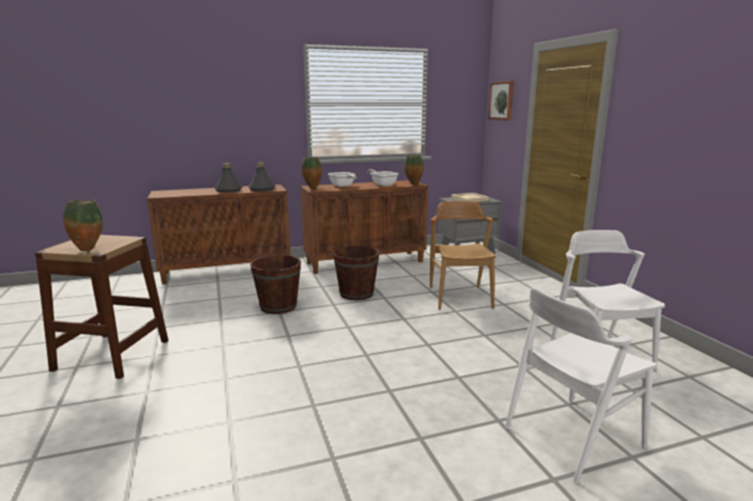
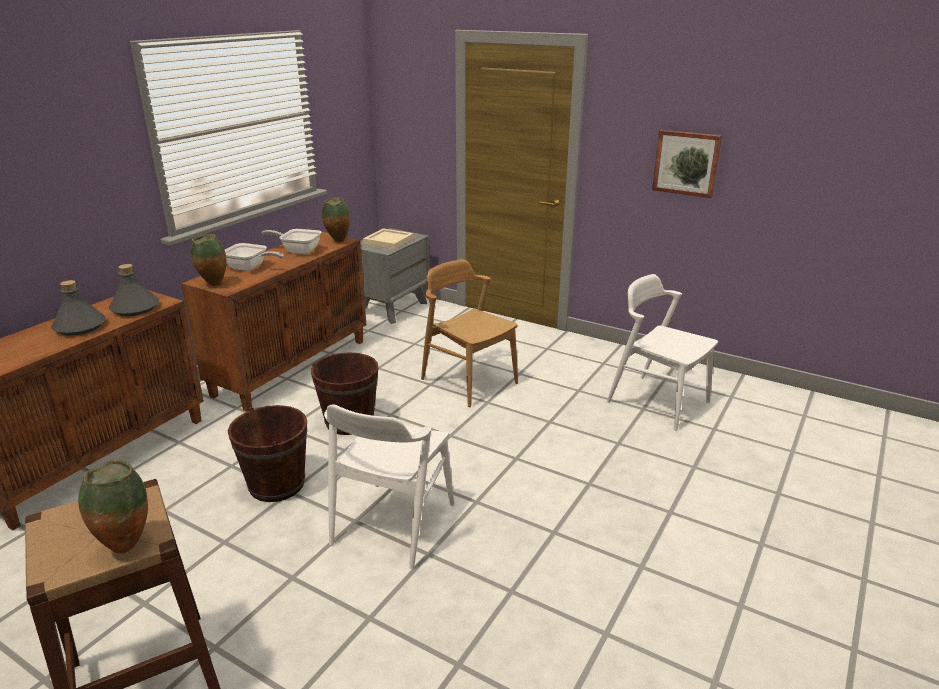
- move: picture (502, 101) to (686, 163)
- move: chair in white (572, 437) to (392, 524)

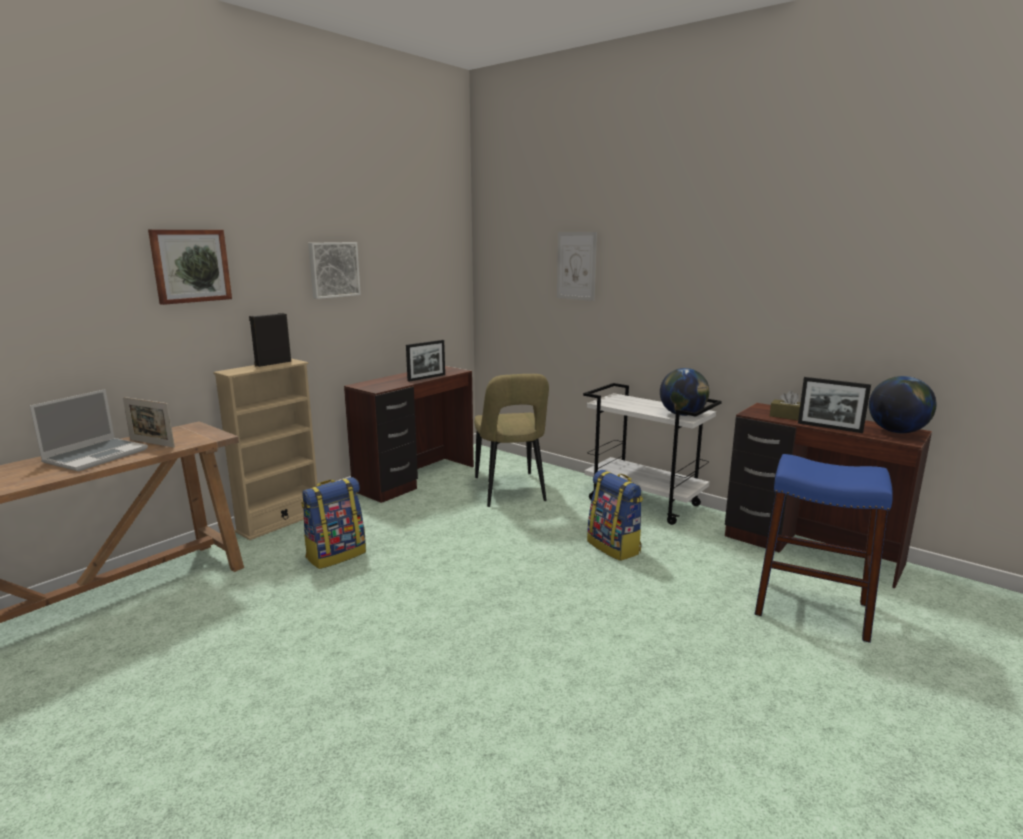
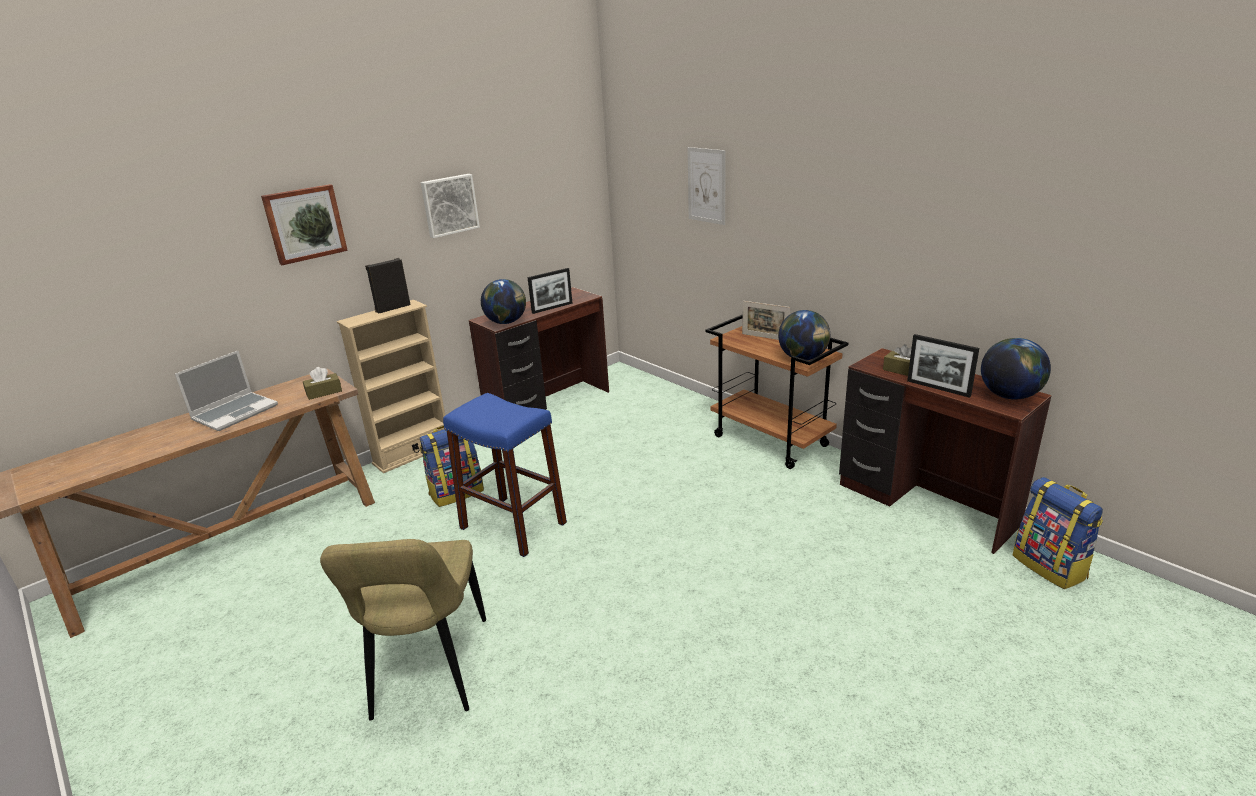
- move: chair in beige (510, 491) to (429, 672)
- recolor: cart in white (645, 503) to cart in brown (771, 441)
- move: picture frame (152, 443) to (765, 337)
- move: stool in blue (811, 608) to (513, 525)
- move: backpack (614, 547) to (1050, 567)
- insert: globe (506, 322)
- insert: tissue box in brown (324, 392)

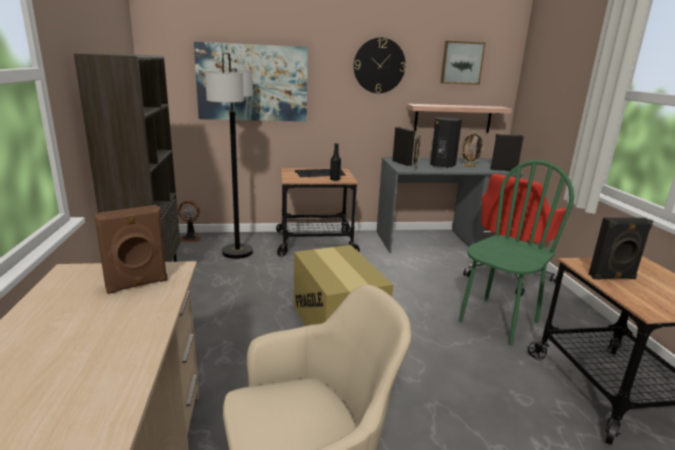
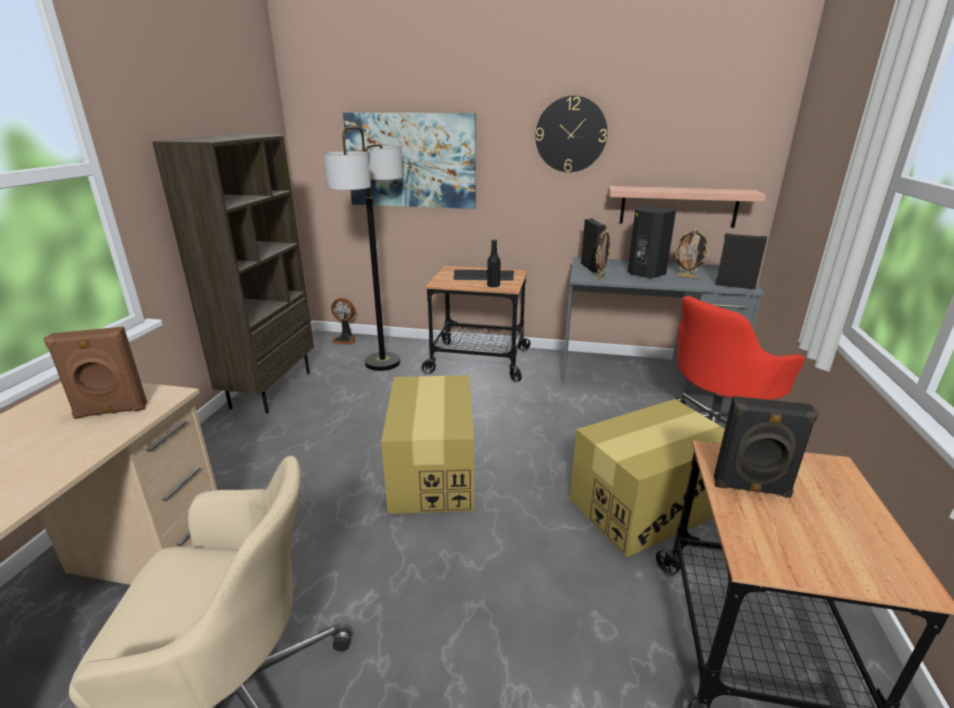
- delete: picture (461, 63)
- replace: chair in green (498, 321) to cardboard box (647, 505)

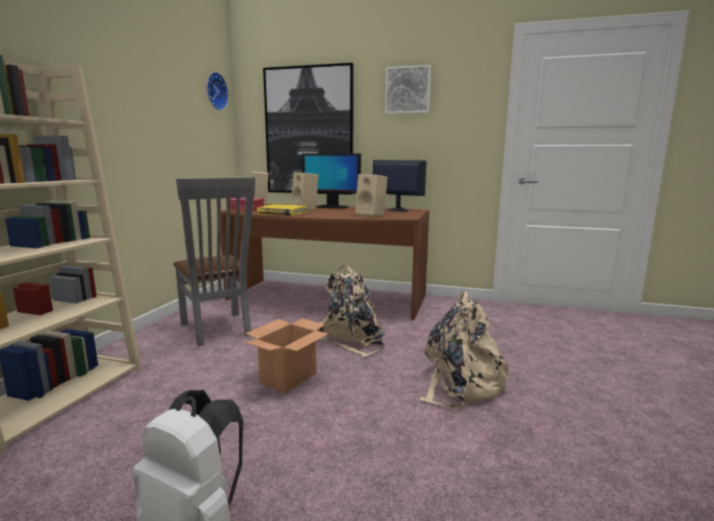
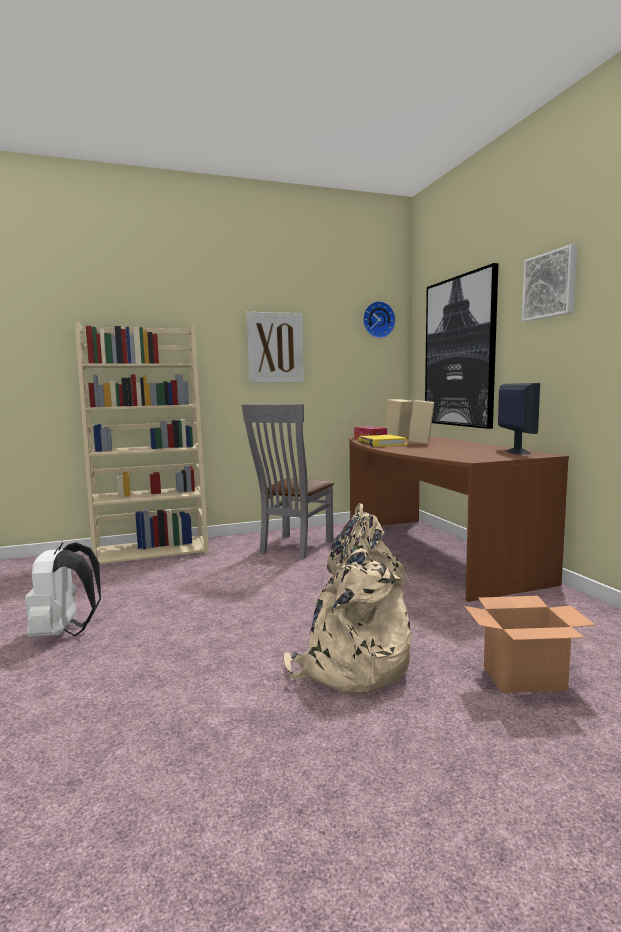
- delete: monitor (332, 207)
- delete: speaker in beige (372, 215)
- move: cardboard box (288, 378) to (524, 678)
- insert: picture (275, 348)

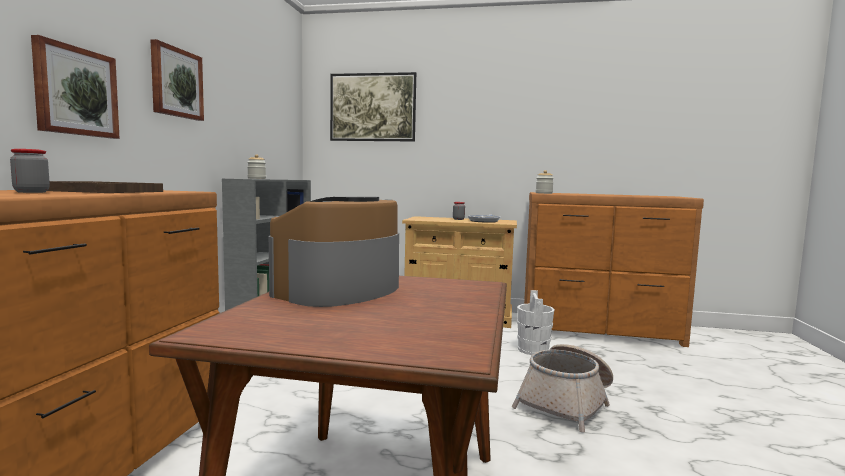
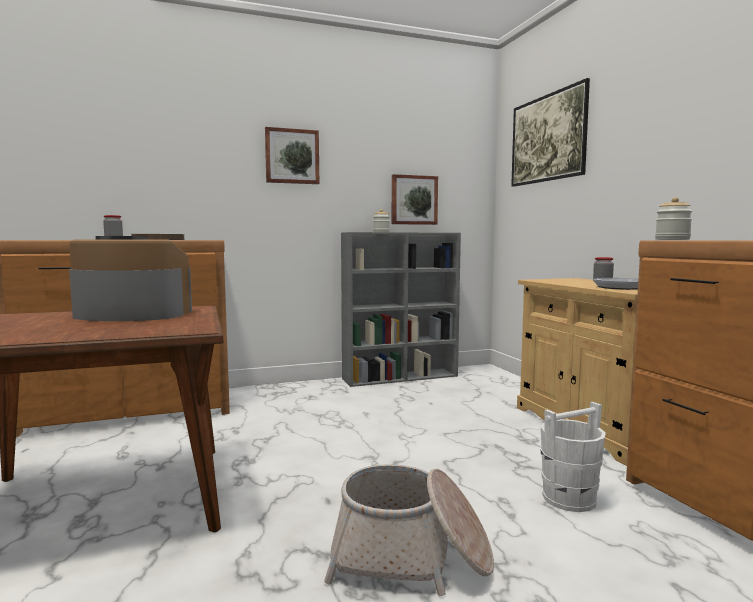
- move: picture (75, 91) to (414, 200)

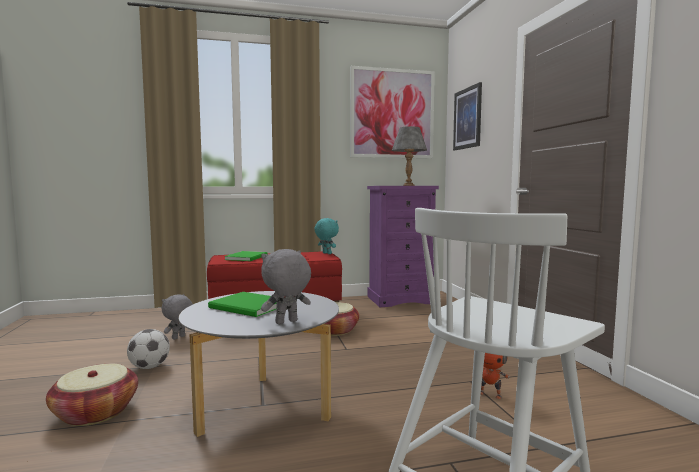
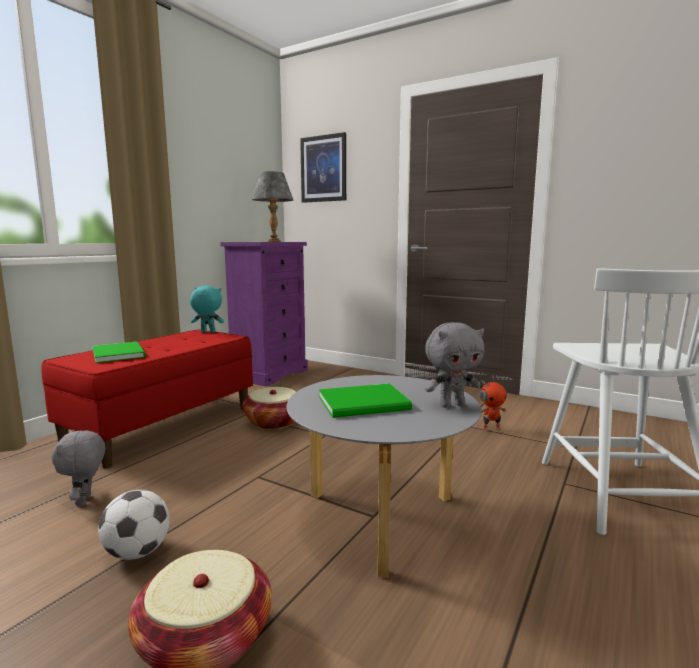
- delete: picture (392, 114)
- rotate: plush toy in grey (286, 322) = (452, 405) 120 degrees counterclockwise

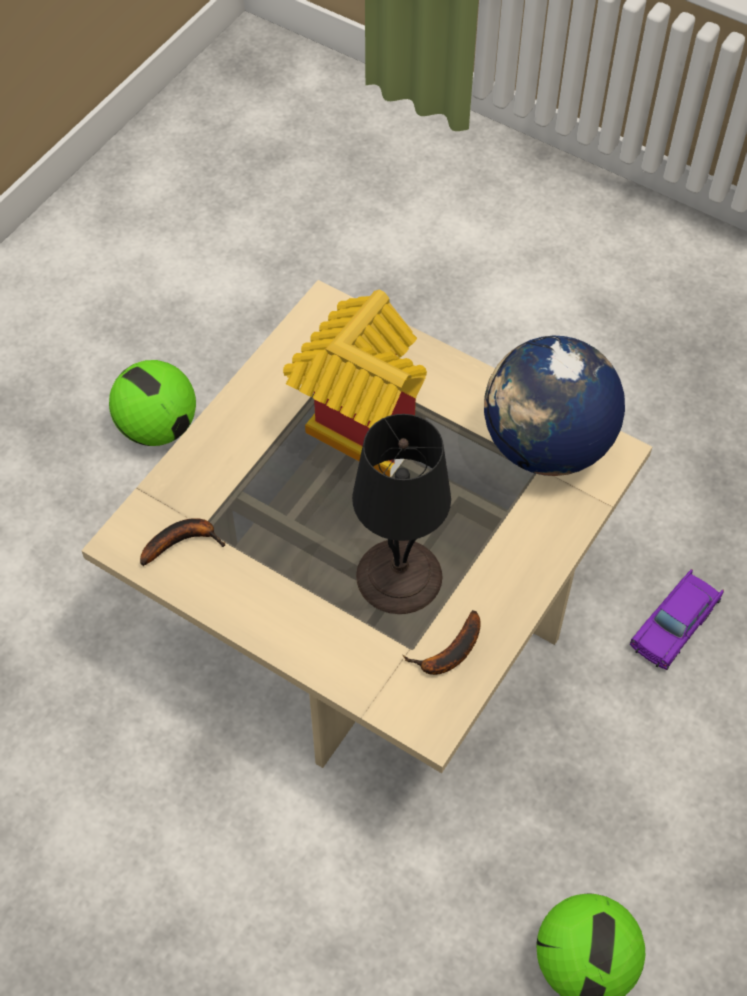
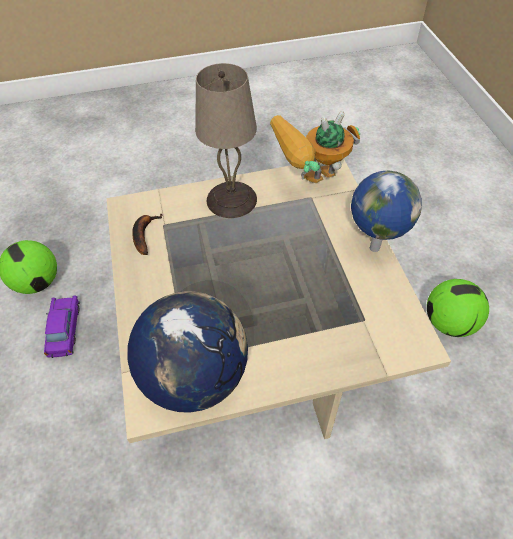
- delete: toy house (357, 420)
- delete: table lamp in black (397, 574)
- replace: banana (182, 541) to toy robot (310, 186)
- move: toy car in purple (675, 625) to (64, 330)
- insert: table lamp in beige (231, 199)
- insert: globe (373, 247)

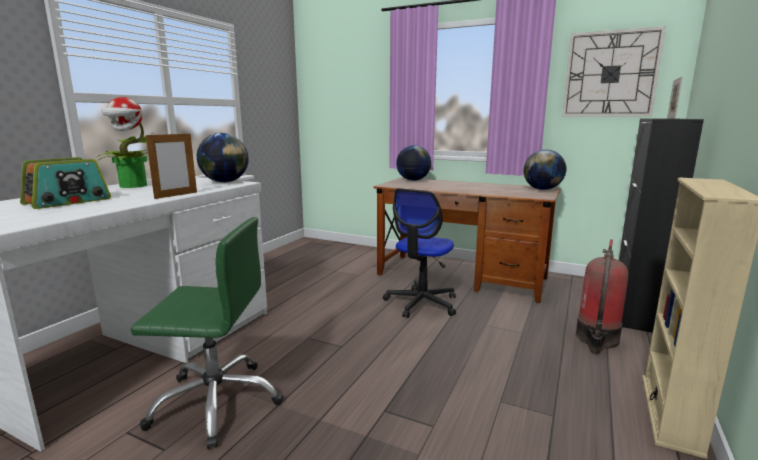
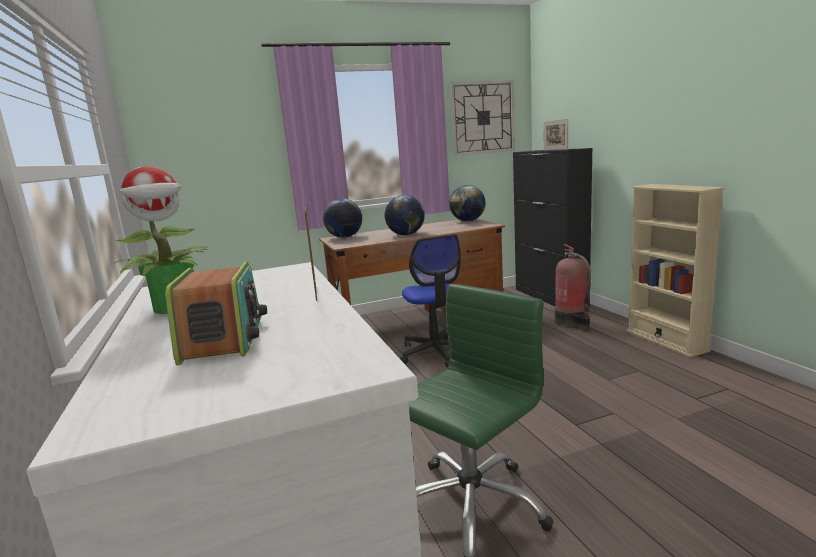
- move: globe (225, 182) to (406, 235)

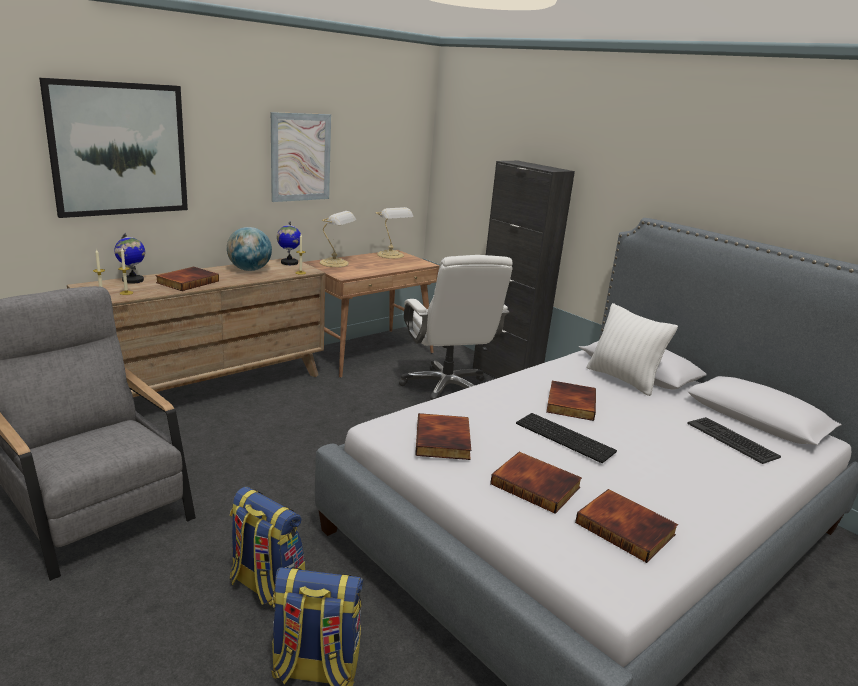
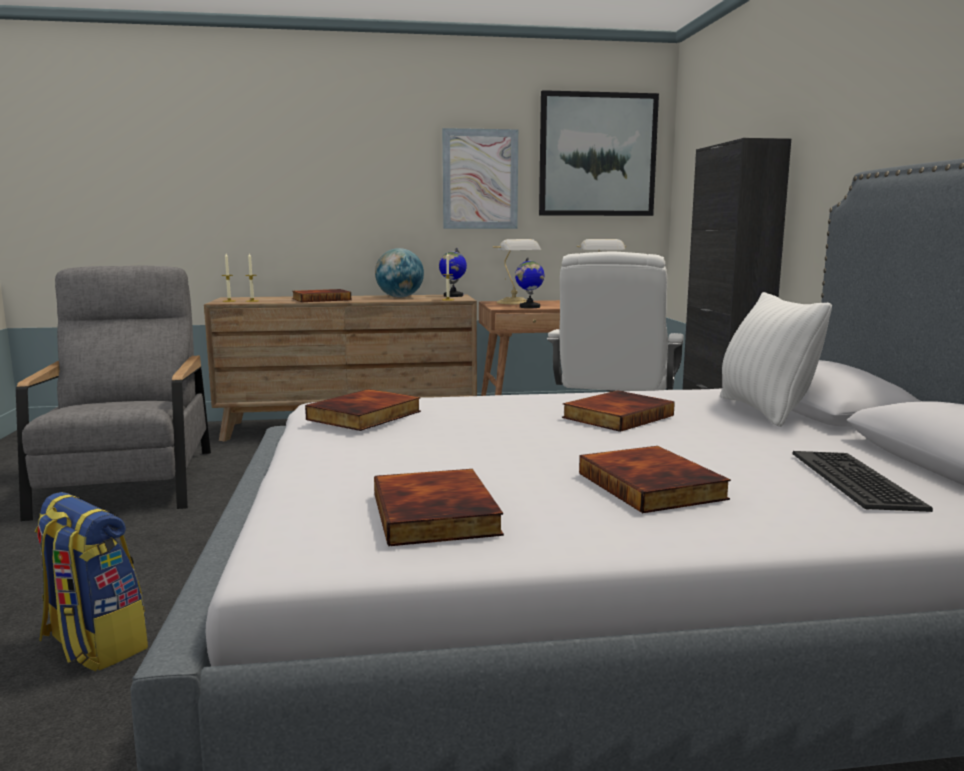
- move: picture (119, 149) to (597, 155)
- move: globe (133, 280) to (529, 307)
- delete: keyboard (566, 437)
- move: book (536, 485) to (653, 485)
- delete: backpack (265, 586)

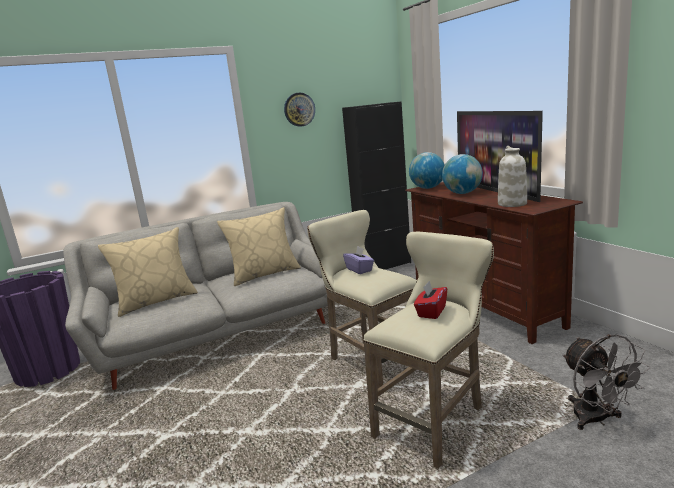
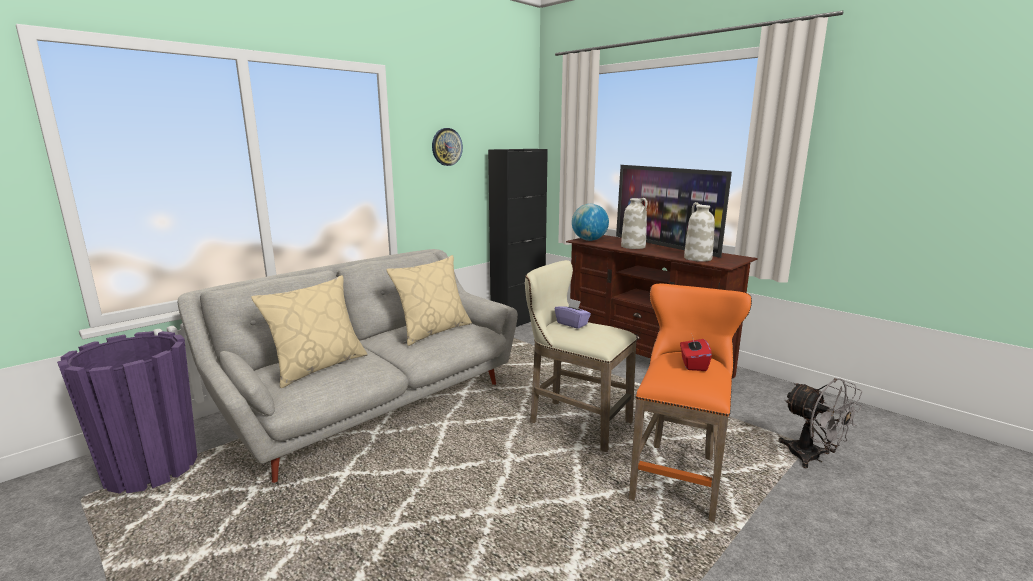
- replace: globe (462, 193) to vase in white (633, 246)
- recolor: stool in beige (435, 420) to stool in orange (678, 475)

